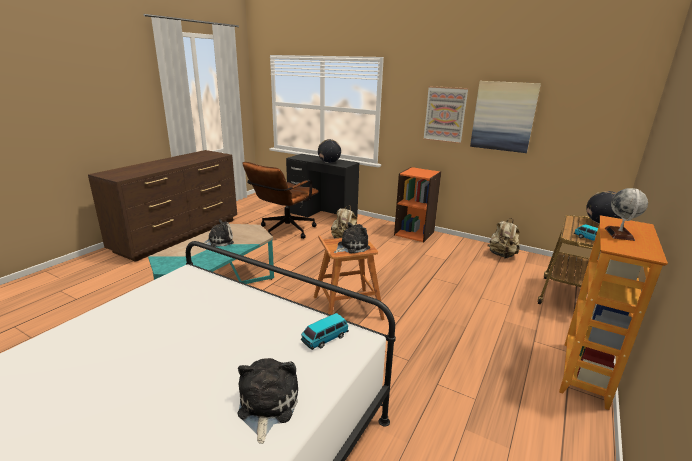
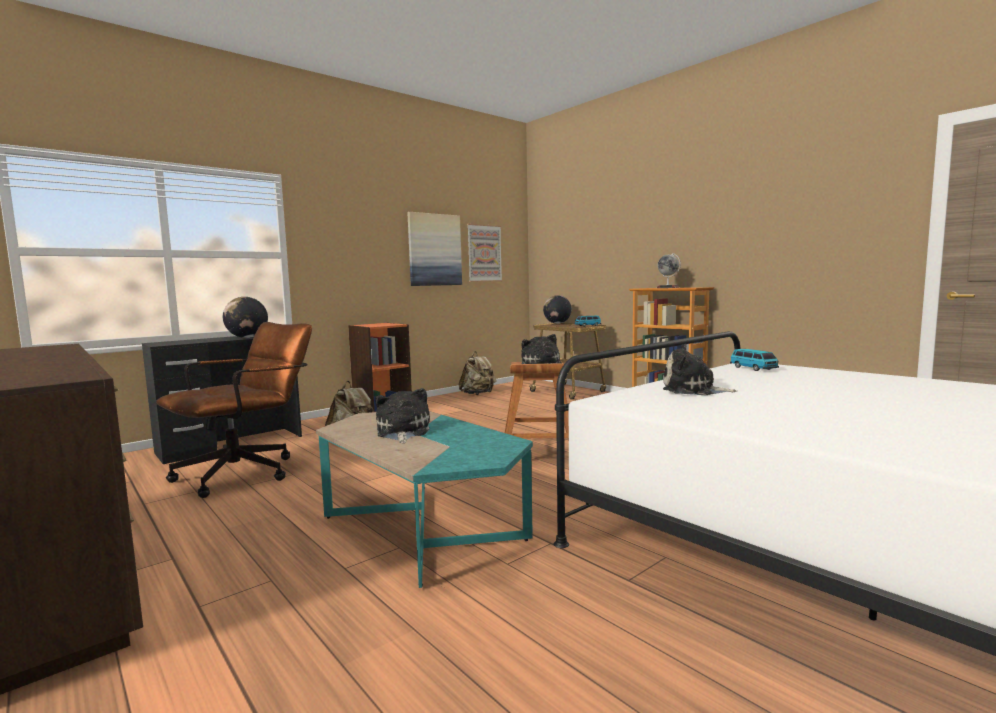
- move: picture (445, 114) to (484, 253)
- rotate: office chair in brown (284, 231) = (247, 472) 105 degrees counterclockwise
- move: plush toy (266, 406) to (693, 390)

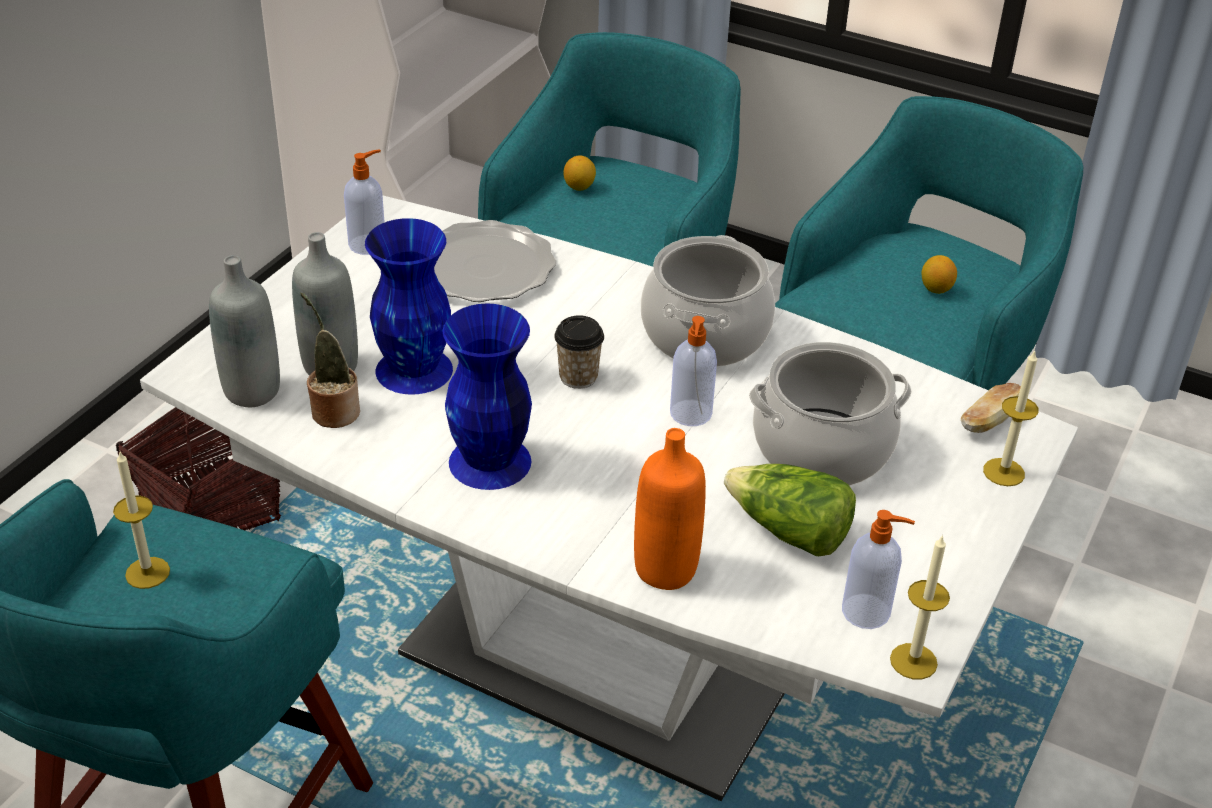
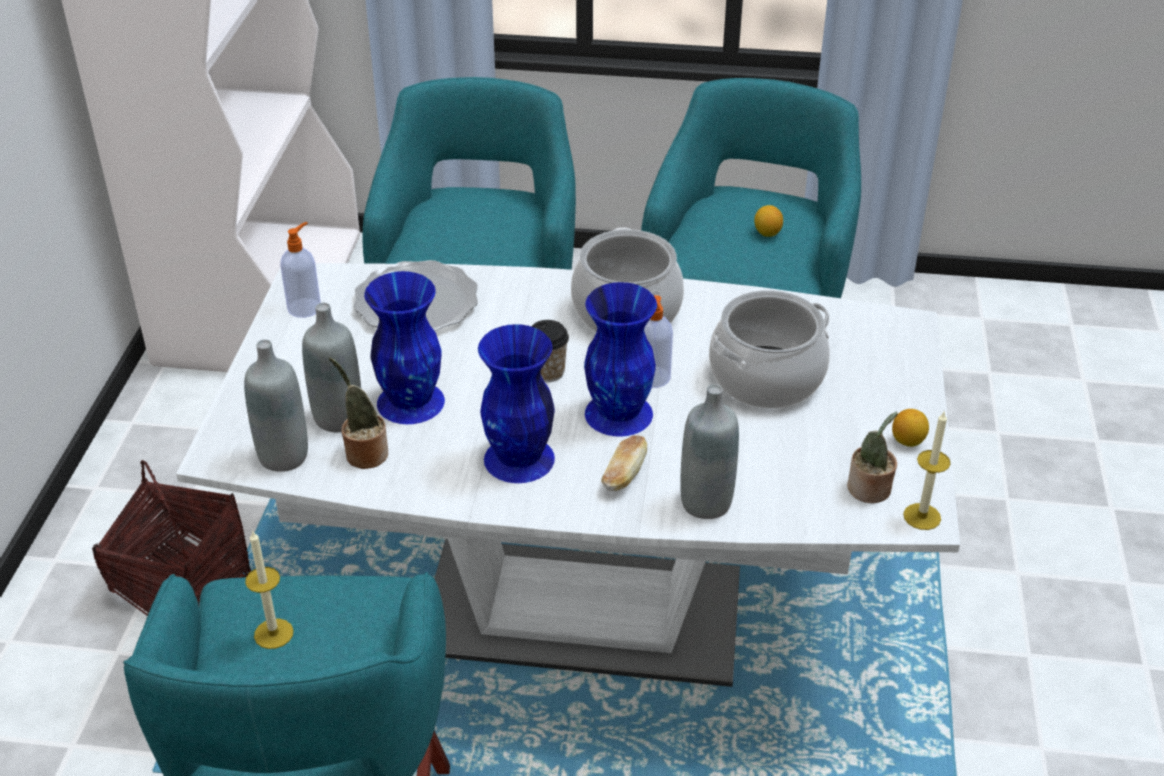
- move: lemon (579, 187) to (908, 441)
- delete: candle (1003, 472)
- move: bread (988, 421) to (624, 475)
- recolor: bottle in orange (665, 569) to bottle in grey (706, 503)
- delete: lettuce (789, 532)
- replace: soap dispenser (867, 612) to potted plant (870, 490)
- insert: vase in blue (619, 413)

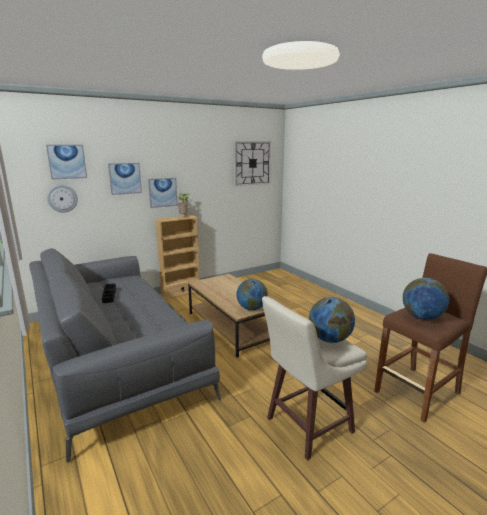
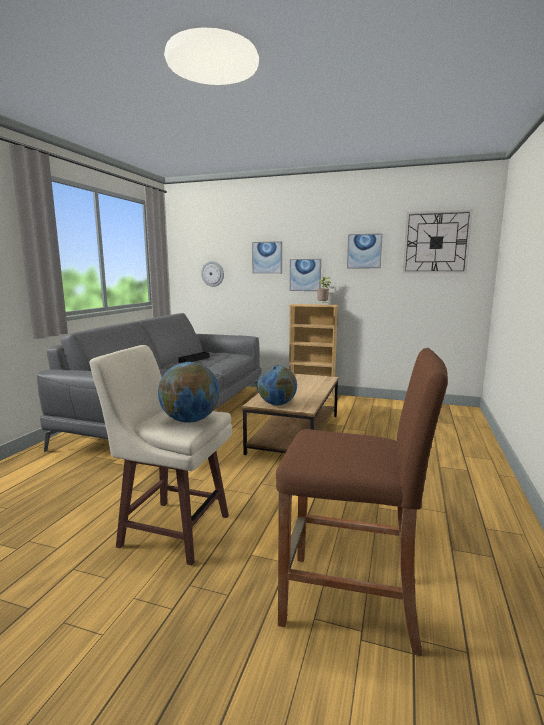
- move: picture (67, 161) to (364, 251)
- delete: globe (422, 317)

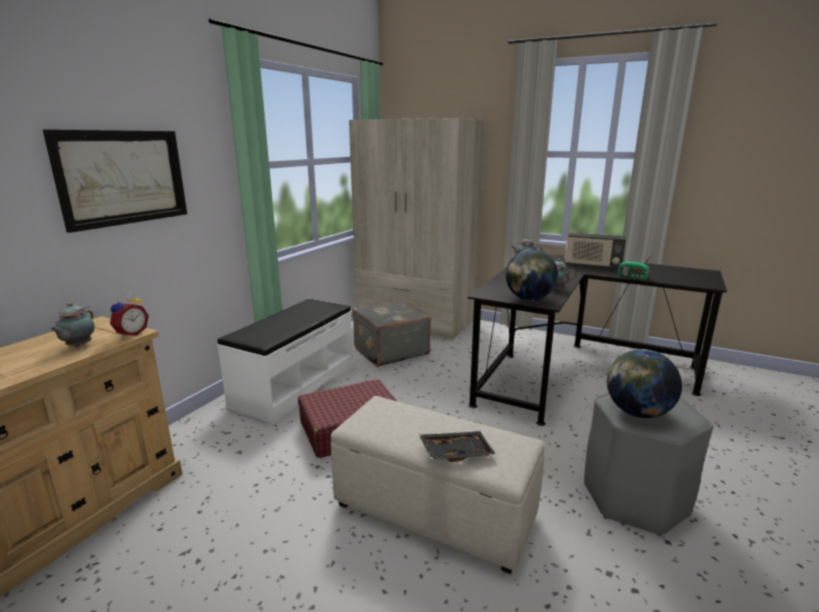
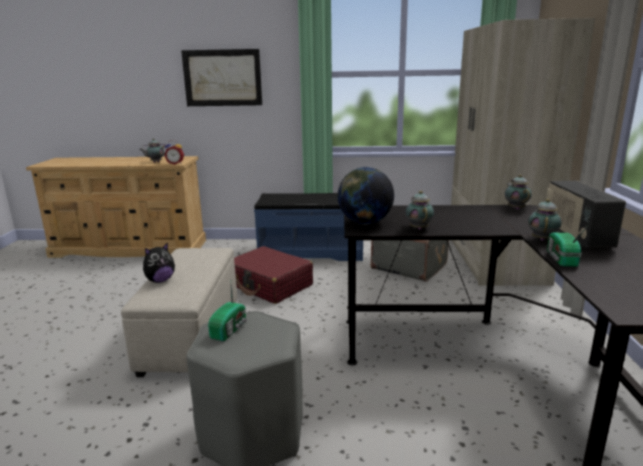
- recolor: bench in white (294, 385) to bench in blue (311, 252)
- replace: globe (637, 413) to radio (230, 329)
- replace: tray in black (456, 452) to plush toy (160, 280)
- insert: teapot (542, 239)

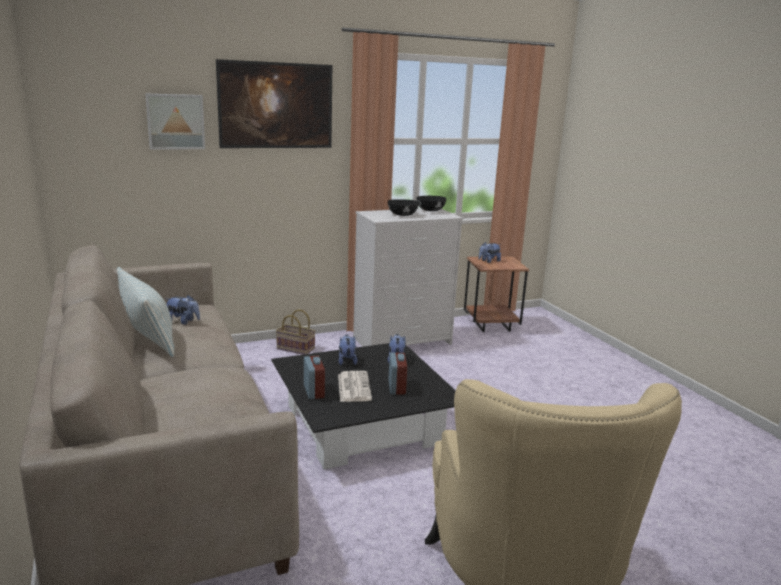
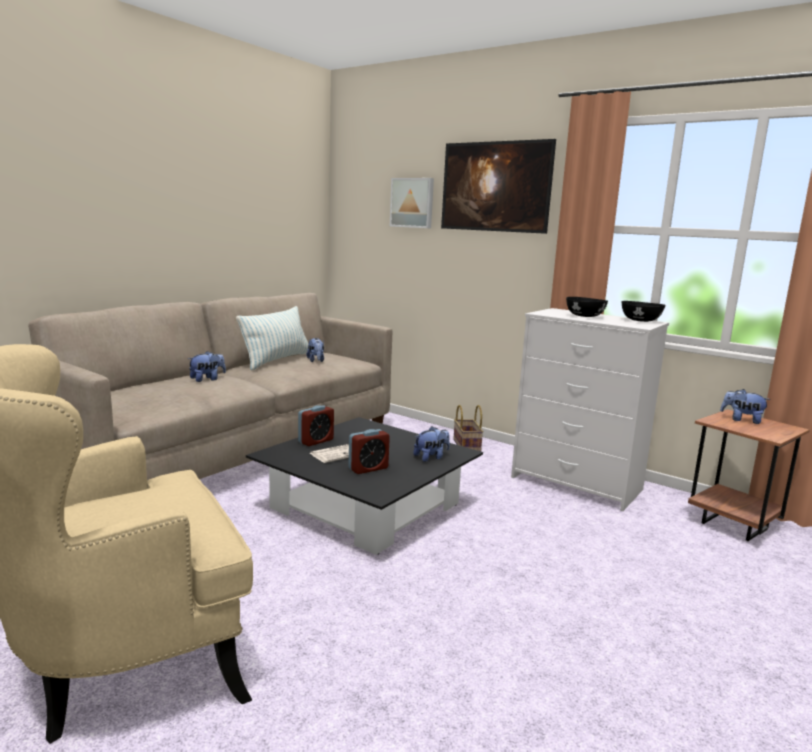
- move: plush toy (347, 360) to (207, 379)

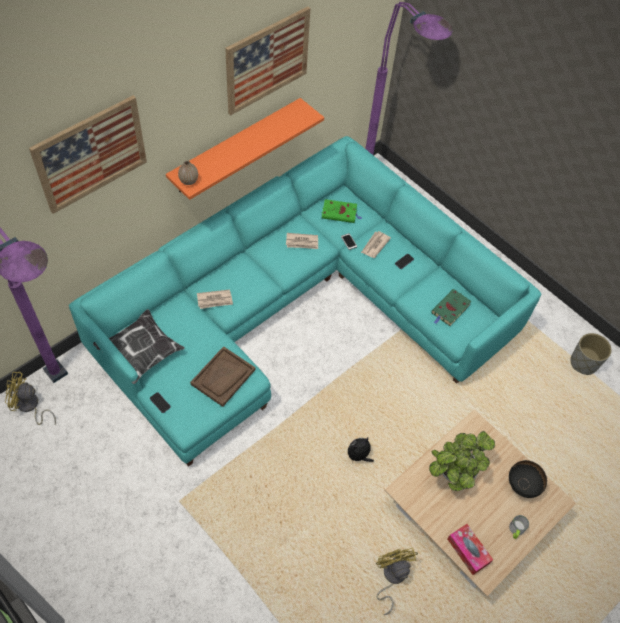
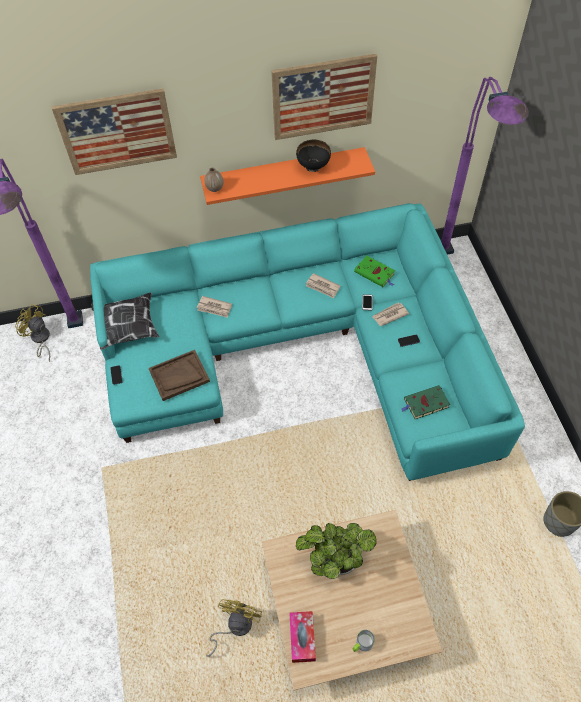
- delete: plush toy (358, 456)
- move: bowl in black (522, 486) to (313, 167)

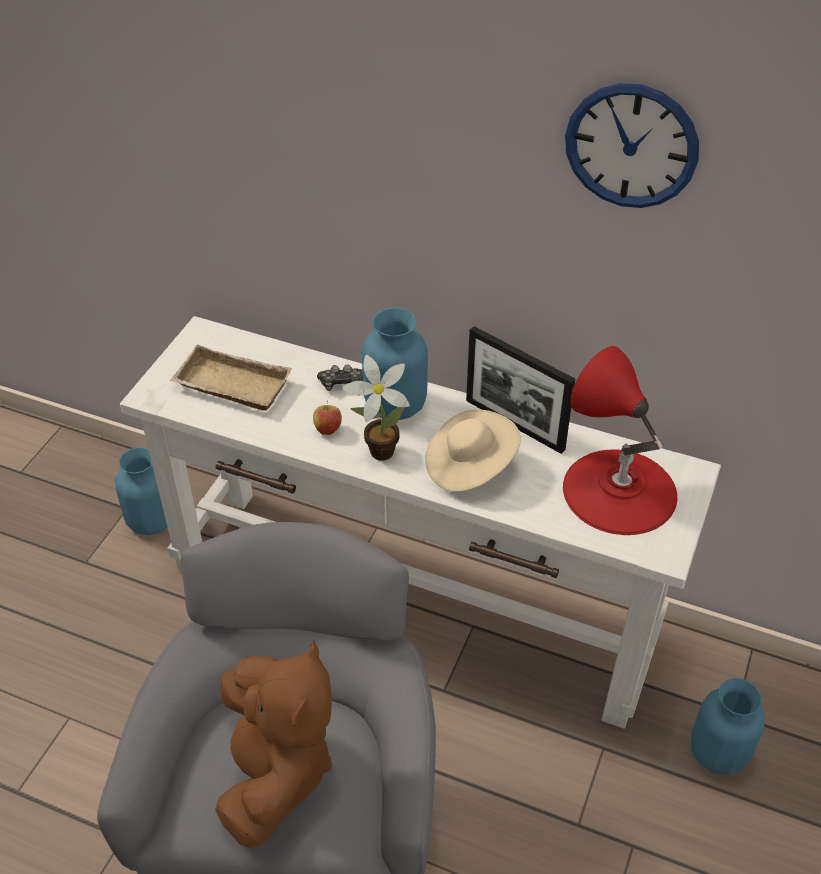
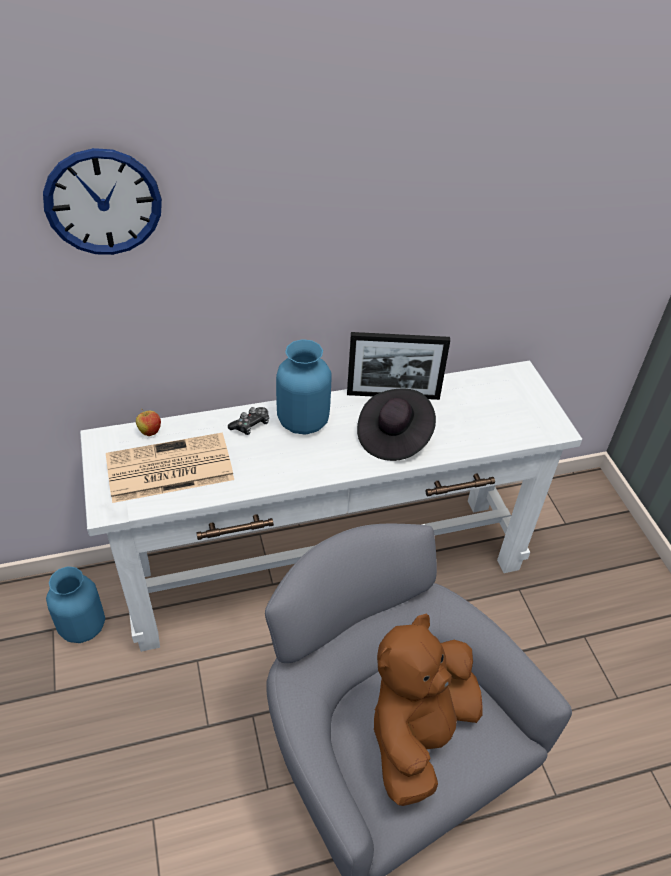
- move: wall clock (631, 146) to (103, 202)
- replace: tray in beige (230, 387) to newspaper (168, 469)
- delete: table lamp in red (619, 491)
- delete: potted plant (377, 451)
- move: apple (328, 429) to (150, 431)
- recolor: hat in beige (469, 466) to hat in black (394, 437)
- rotate: plush toy in brown (275, 771) = (418, 732) 105 degrees counterclockwise
- delete: vase in blue (718, 752)

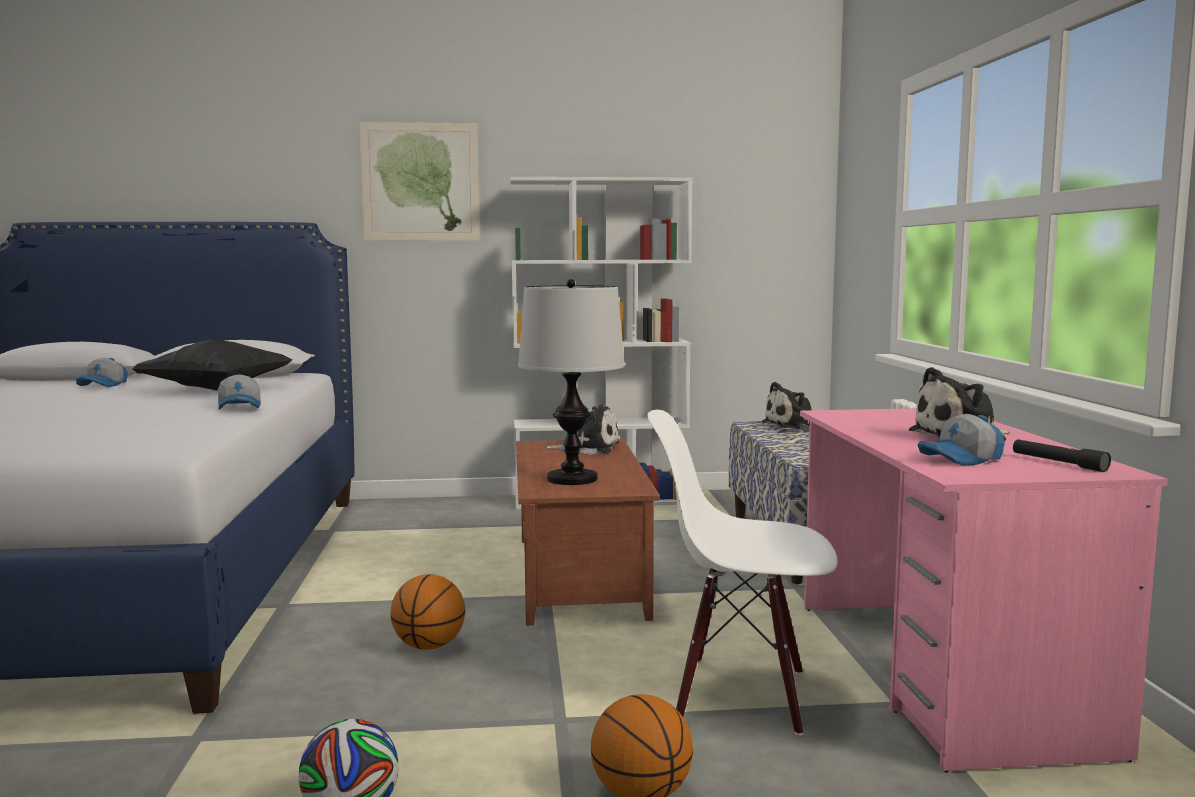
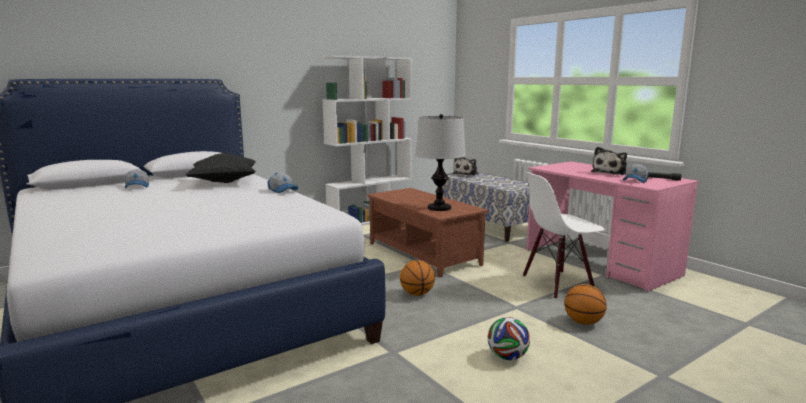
- delete: picture (420, 182)
- delete: plush toy (587, 448)

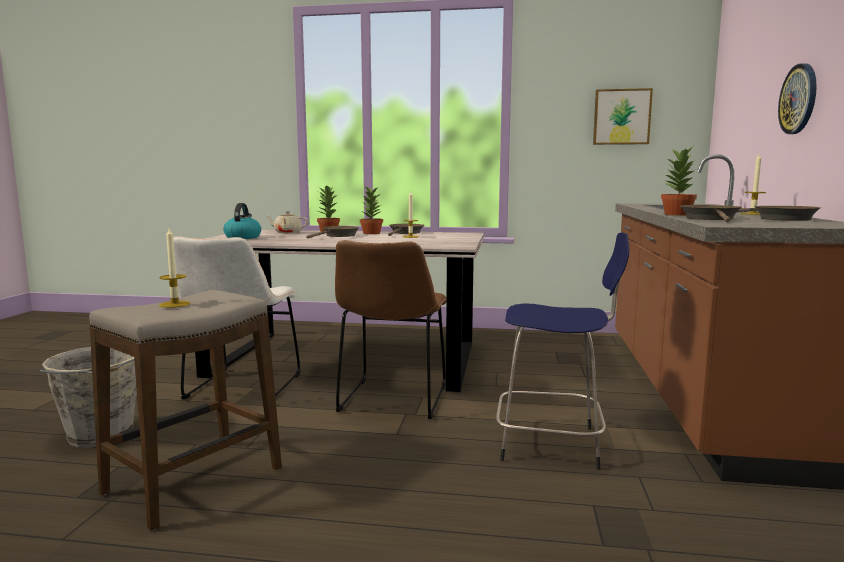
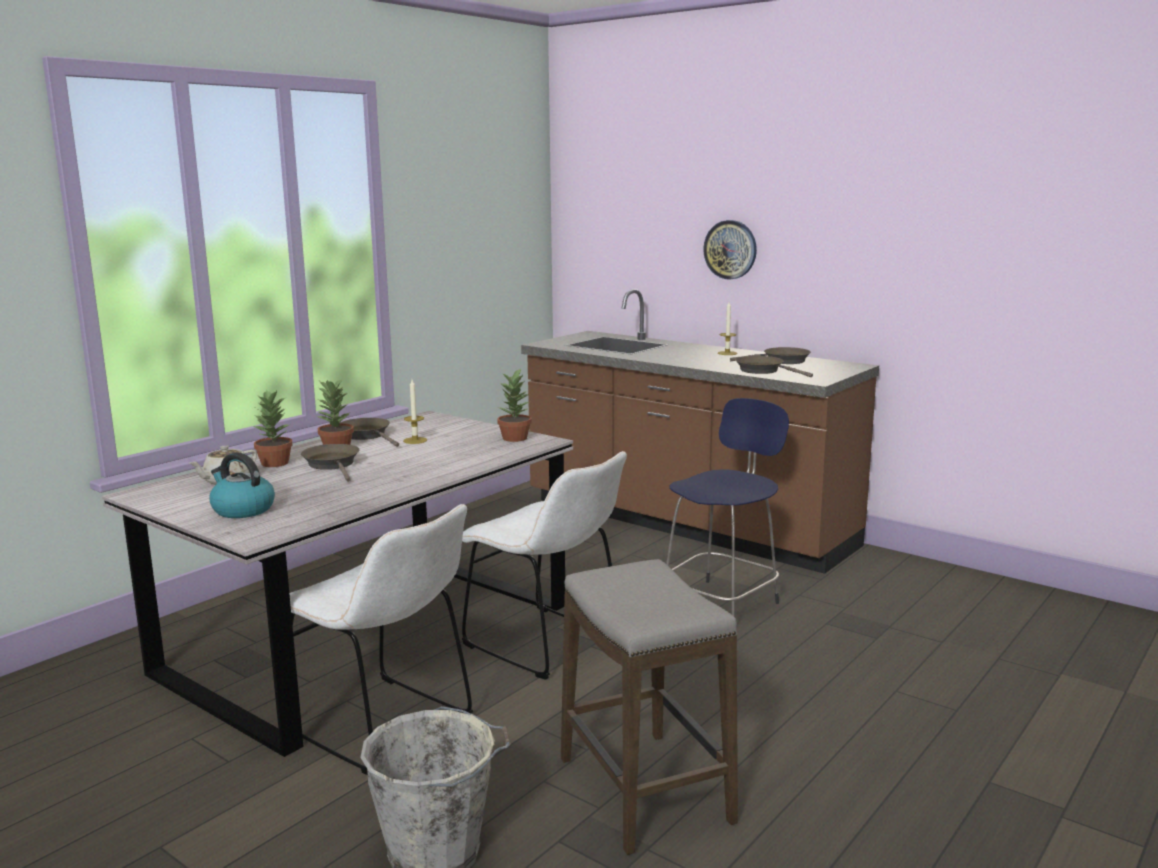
- delete: picture (621, 117)
- move: potted plant (677, 214) to (515, 438)
- delete: candle (175, 304)
- recolor: chair in brown (392, 401) to chair in white (548, 644)

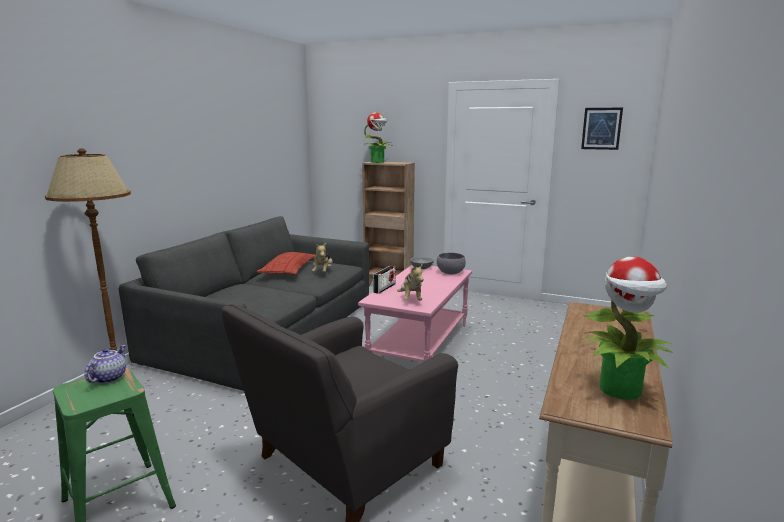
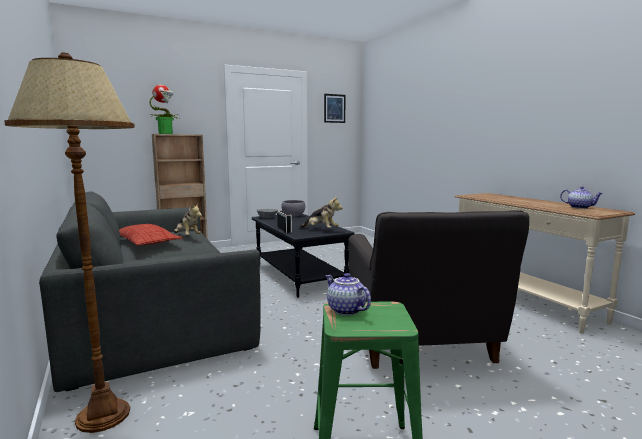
- replace: potted plant (621, 390) to teapot (579, 207)
- recolor: coffee table in pink (419, 343) to coffee table in black (298, 276)

